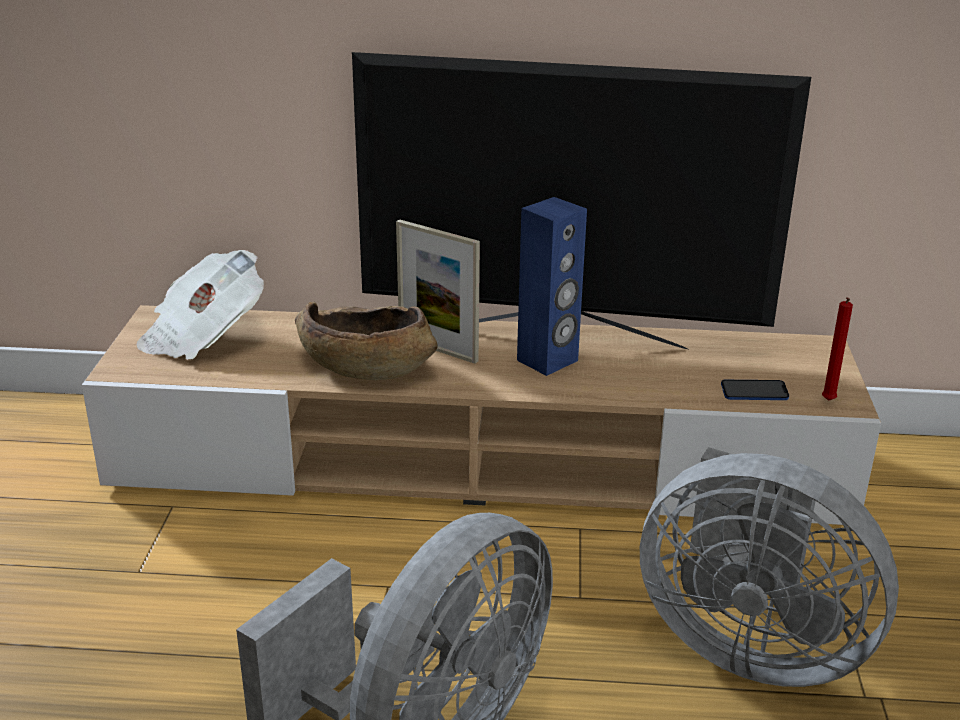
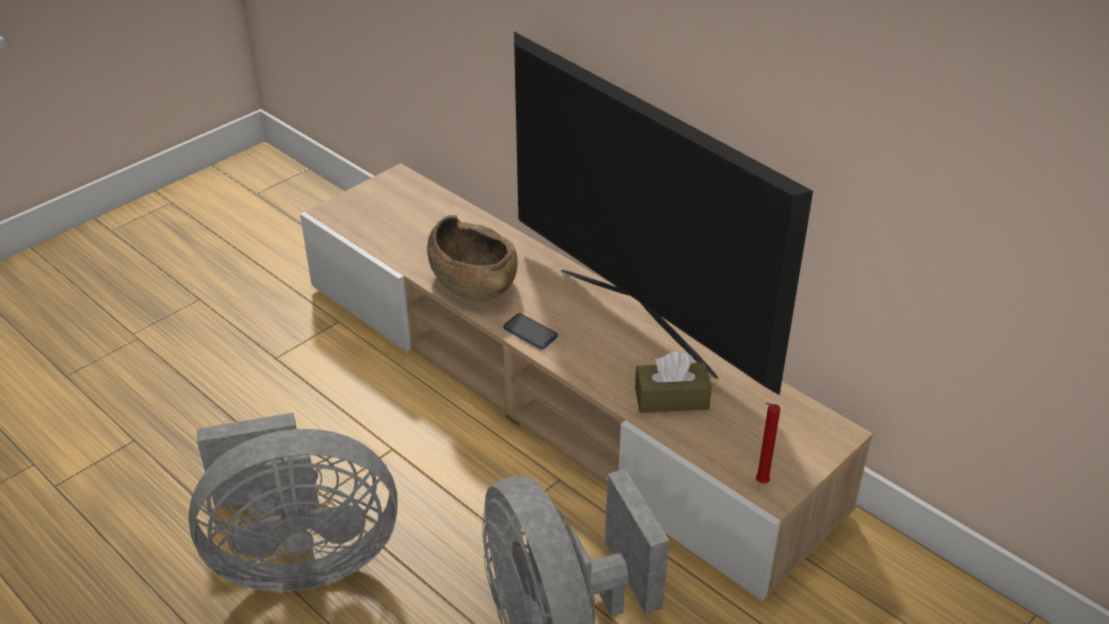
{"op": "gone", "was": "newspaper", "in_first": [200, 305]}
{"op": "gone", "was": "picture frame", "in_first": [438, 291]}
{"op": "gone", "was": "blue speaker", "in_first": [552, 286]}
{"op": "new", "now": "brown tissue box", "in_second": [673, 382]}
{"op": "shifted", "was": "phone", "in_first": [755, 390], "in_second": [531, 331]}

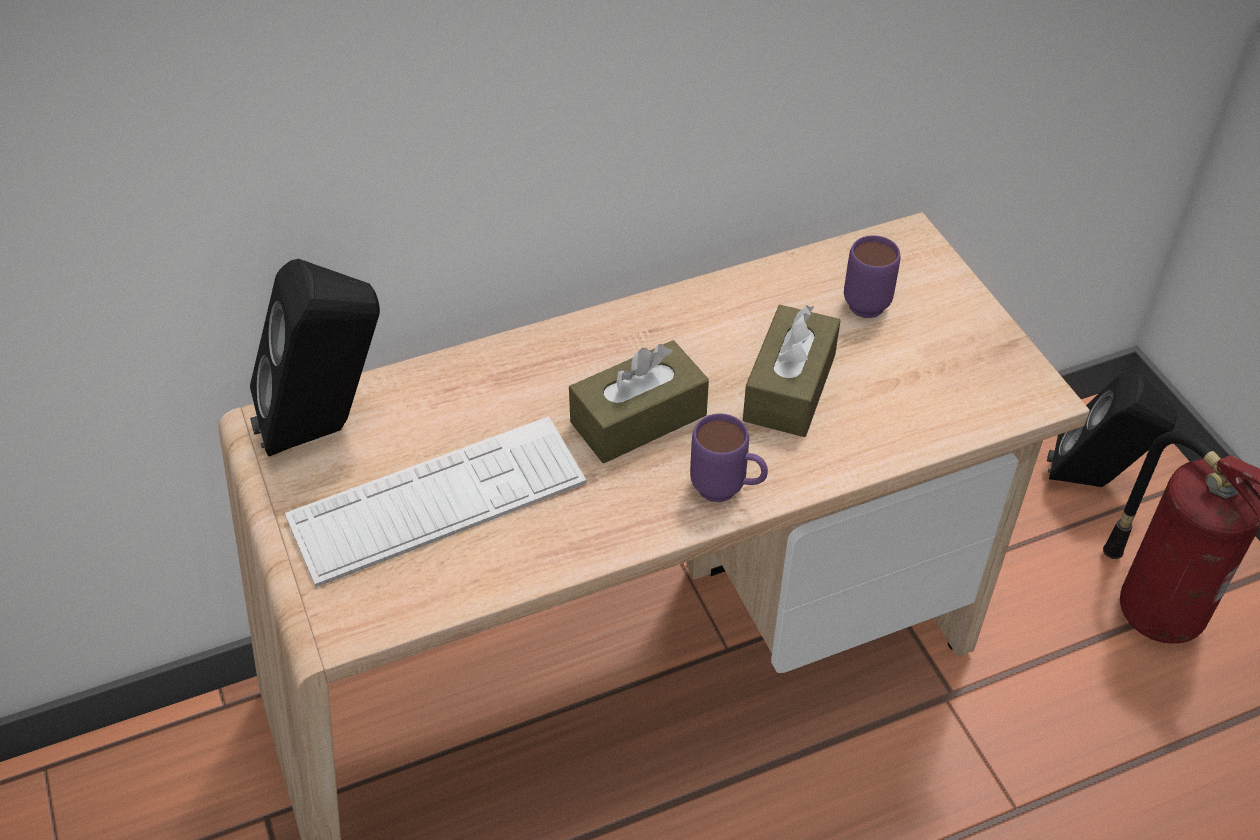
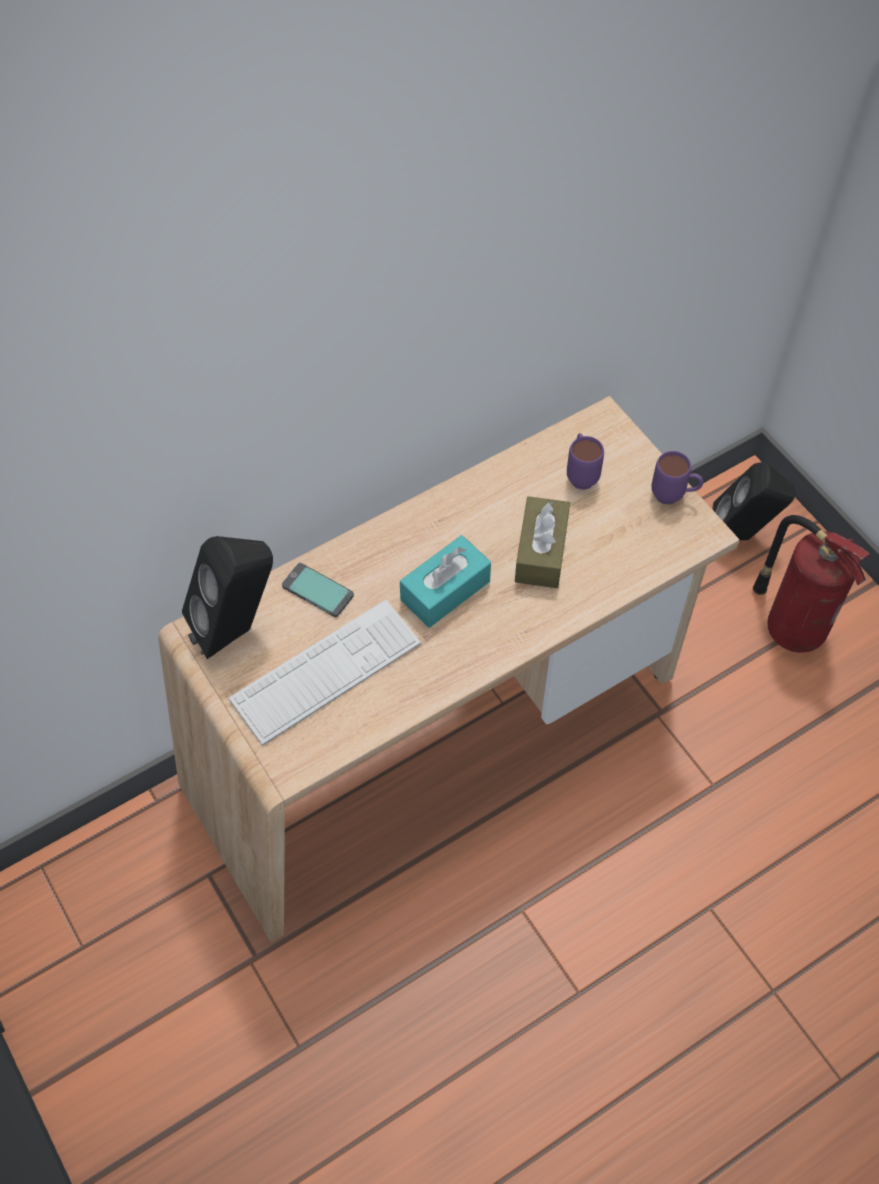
{"op": "new", "now": "phone", "in_second": [318, 590]}
{"op": "shifted", "was": "purple mug", "in_first": [729, 457], "in_second": [677, 477]}
{"op": "repainted", "was": "brown tissue box", "now": "turquoise tissue box", "in_first": [639, 401], "in_second": [445, 581]}

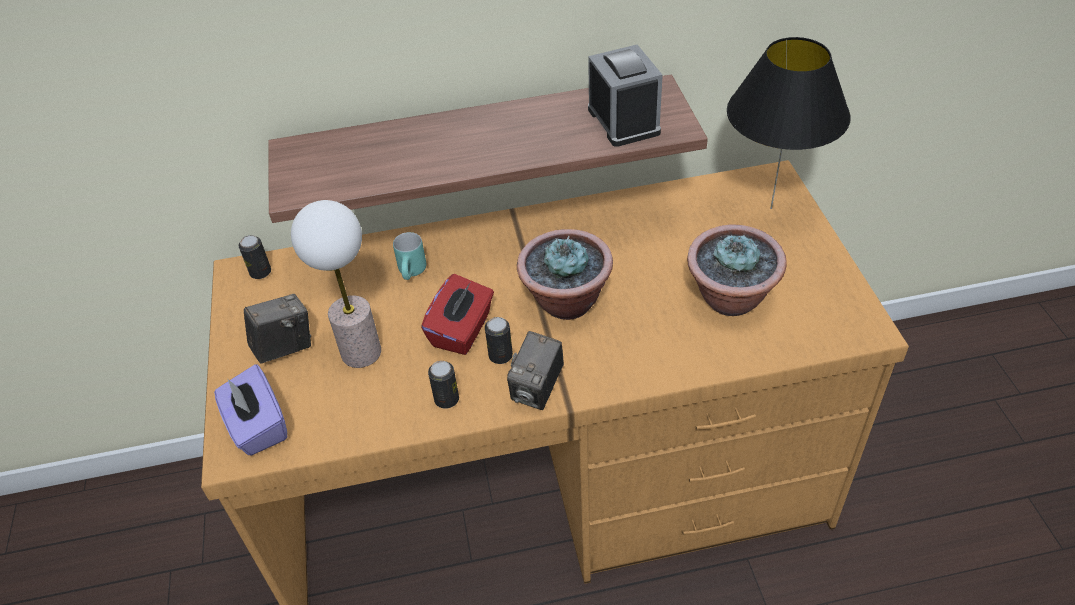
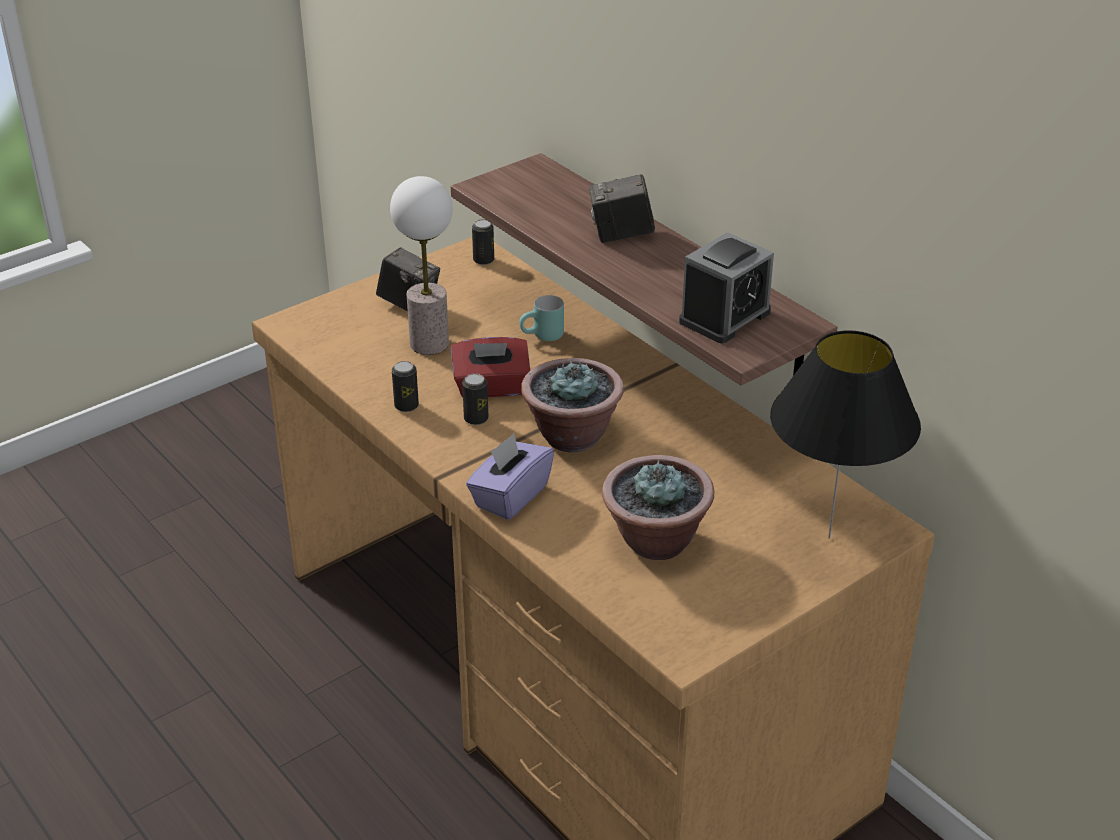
{"op": "shifted", "was": "purple tissue box", "in_first": [250, 410], "in_second": [510, 476]}
{"op": "shifted", "was": "photo camera", "in_first": [535, 370], "in_second": [622, 208]}

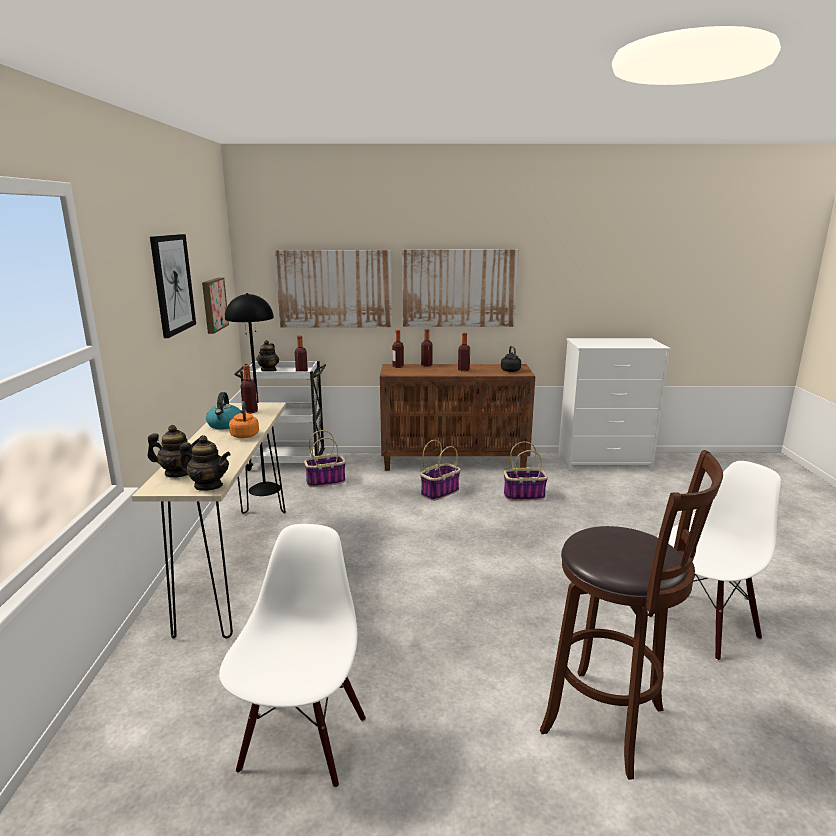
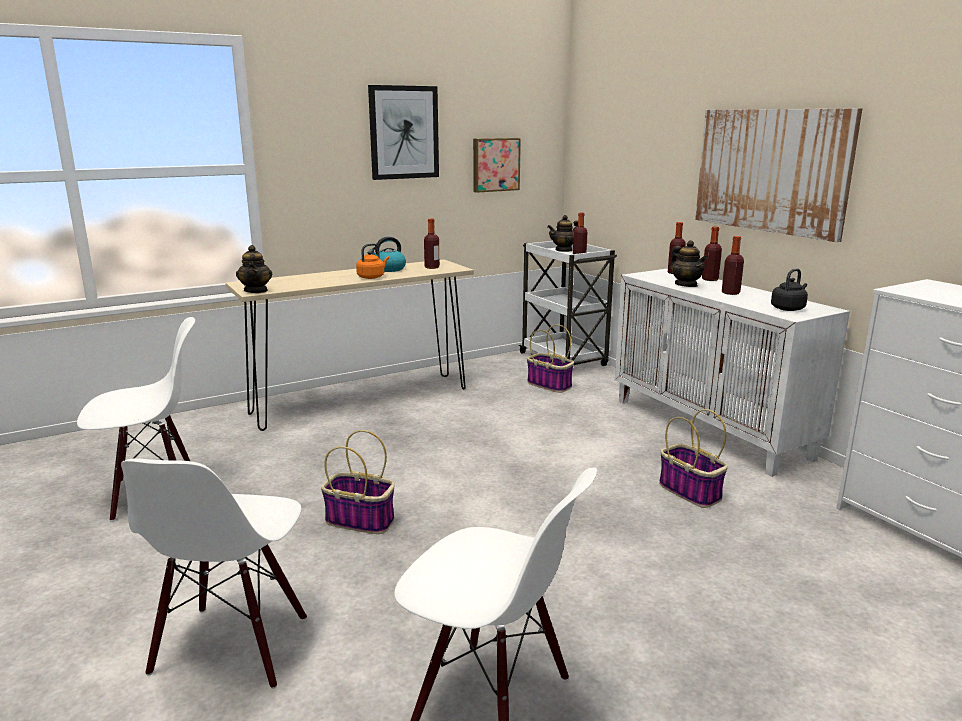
{"op": "gone", "was": "black floor lamp", "in_first": [253, 394]}
{"op": "gone", "was": "picture", "in_first": [333, 288]}
{"op": "shifted", "was": "teapot", "in_first": [173, 451], "in_second": [688, 263]}
{"op": "shifted", "was": "basket", "in_first": [440, 470], "in_second": [358, 482]}
{"op": "swapped", "was": "brown stool", "now": "white chair", "in_first": [631, 615], "in_second": [214, 573]}
{"op": "repainted", "was": "brown cabinet", "now": "white cabinet", "in_first": [457, 417], "in_second": [732, 372]}

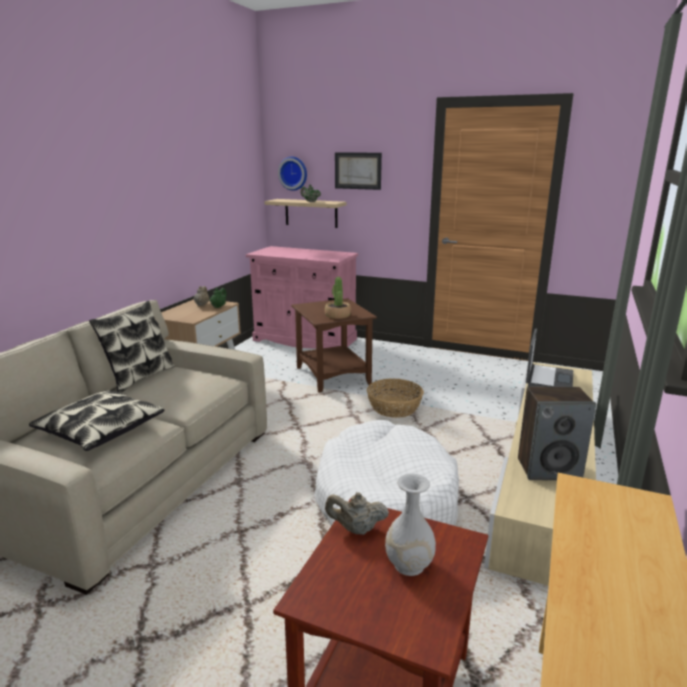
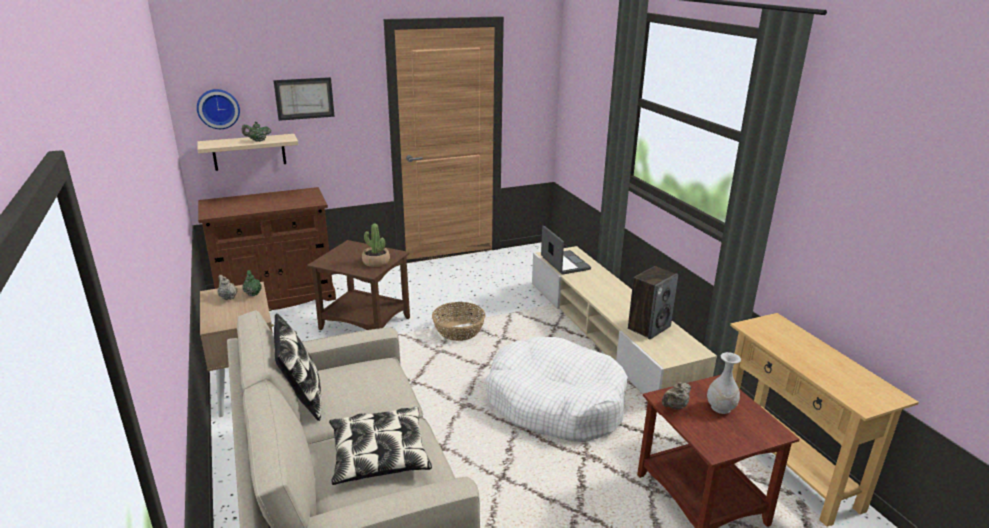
{"op": "repainted", "was": "pink cabinet", "now": "brown cabinet", "in_first": [302, 297], "in_second": [267, 248]}

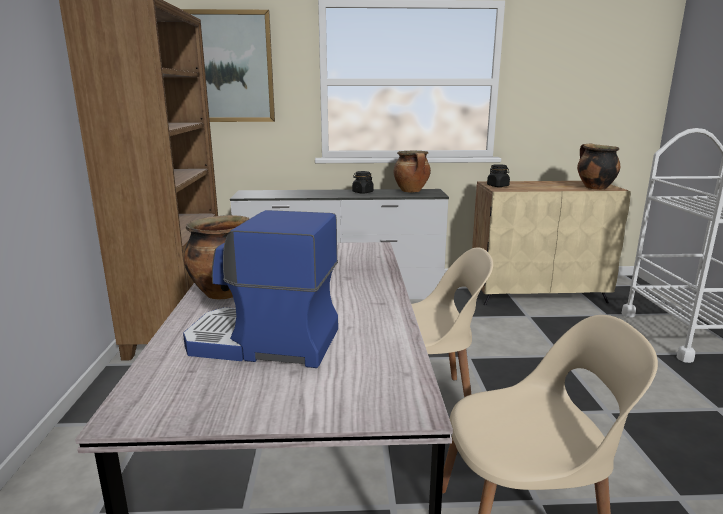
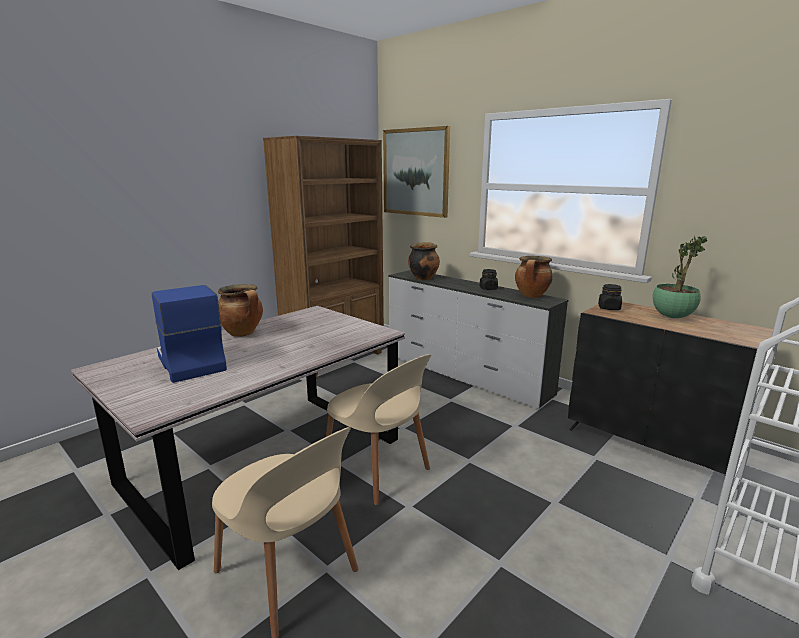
{"op": "new", "now": "potted plant", "in_second": [680, 277]}
{"op": "shifted", "was": "cooking pot", "in_first": [598, 166], "in_second": [424, 261]}
{"op": "repainted", "was": "beige cabinet", "now": "black cabinet", "in_first": [551, 243], "in_second": [670, 388]}

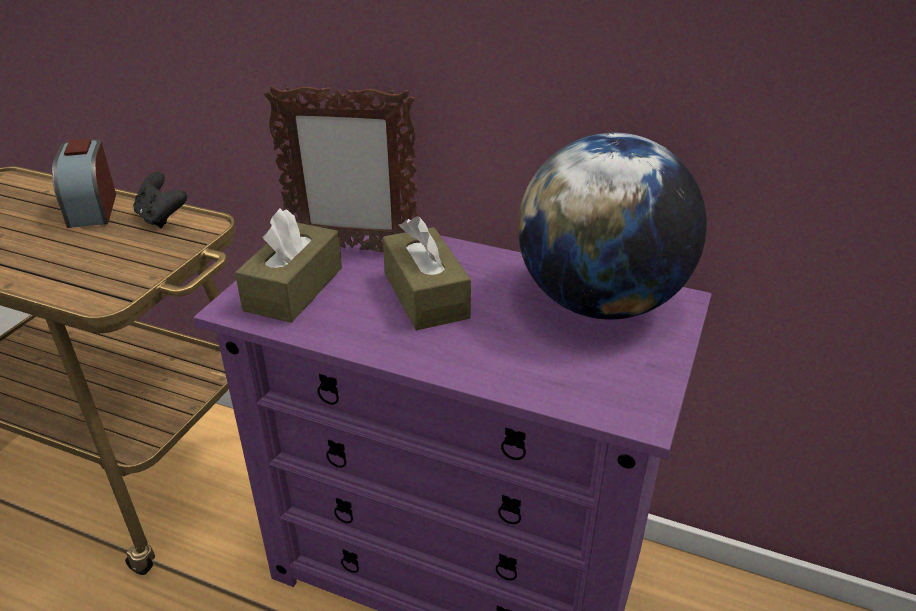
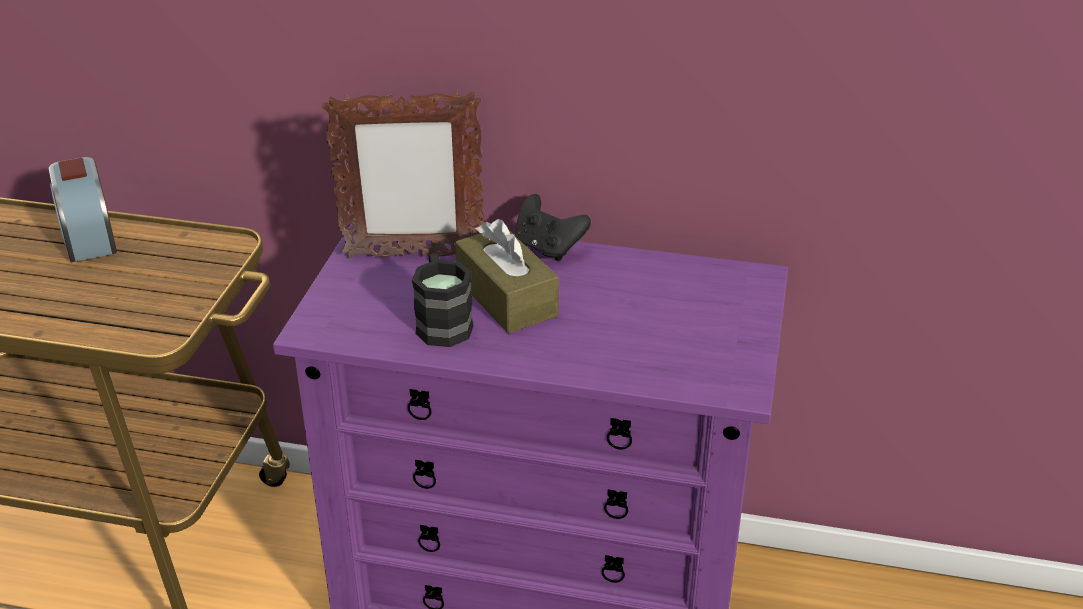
{"op": "gone", "was": "brown tissue box", "in_first": [288, 265]}
{"op": "gone", "was": "globe", "in_first": [612, 226]}
{"op": "new", "now": "black mug", "in_second": [443, 300]}
{"op": "shifted", "was": "black game controller", "in_first": [160, 200], "in_second": [553, 227]}

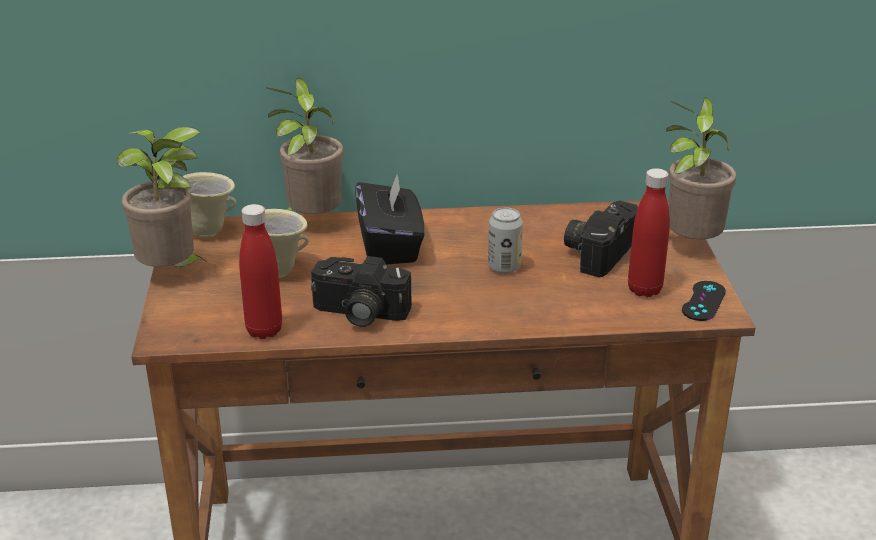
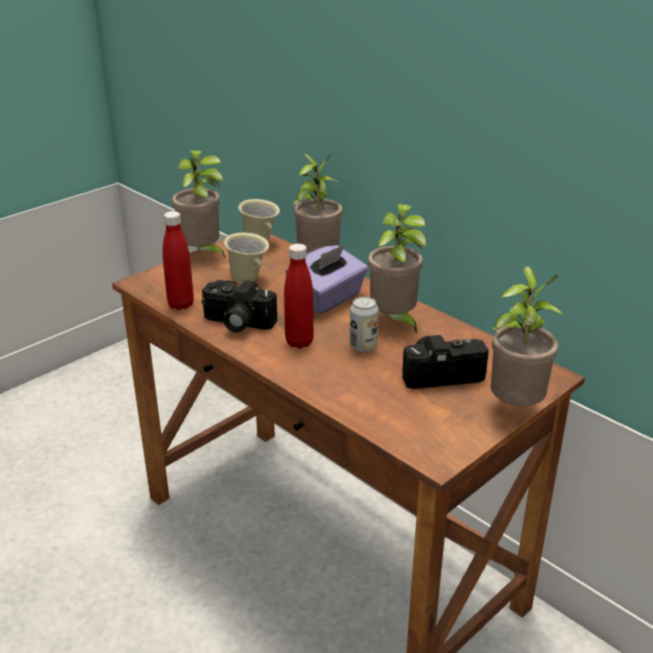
{"op": "gone", "was": "black game controller", "in_first": [704, 301]}
{"op": "new", "now": "potted plant", "in_second": [397, 269]}
{"op": "shifted", "was": "red bottle", "in_first": [649, 232], "in_second": [299, 296]}
{"op": "repainted", "was": "black tissue box", "now": "purple tissue box", "in_first": [389, 218], "in_second": [326, 279]}
{"op": "rotated", "was": "photo camera", "in_first": [361, 291], "in_second": [239, 306], "clockwise": -45}

